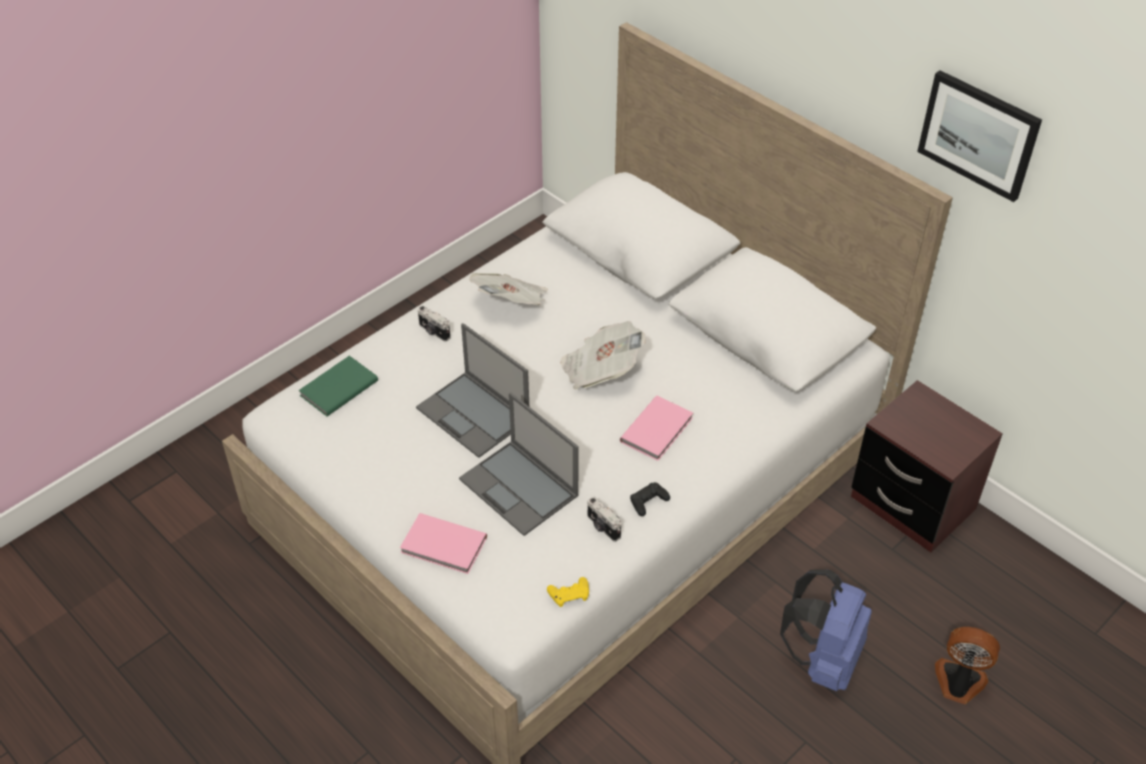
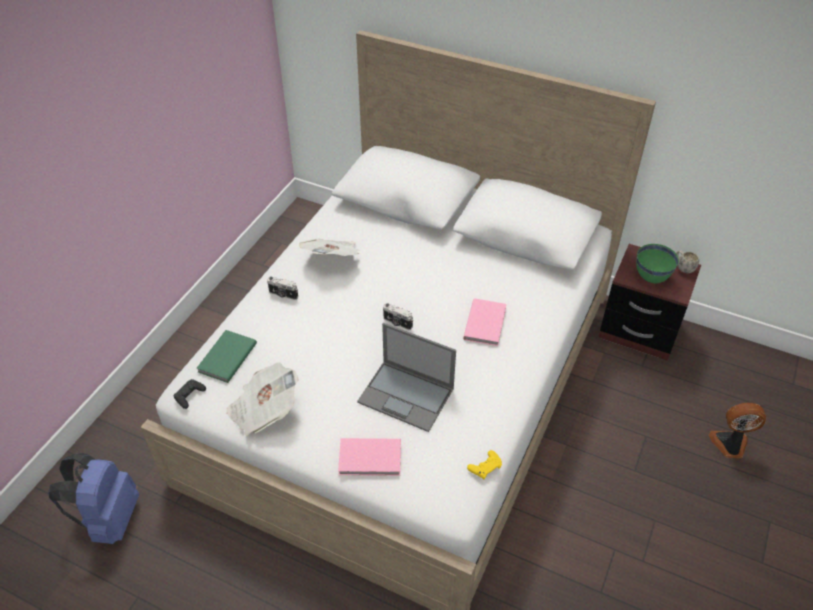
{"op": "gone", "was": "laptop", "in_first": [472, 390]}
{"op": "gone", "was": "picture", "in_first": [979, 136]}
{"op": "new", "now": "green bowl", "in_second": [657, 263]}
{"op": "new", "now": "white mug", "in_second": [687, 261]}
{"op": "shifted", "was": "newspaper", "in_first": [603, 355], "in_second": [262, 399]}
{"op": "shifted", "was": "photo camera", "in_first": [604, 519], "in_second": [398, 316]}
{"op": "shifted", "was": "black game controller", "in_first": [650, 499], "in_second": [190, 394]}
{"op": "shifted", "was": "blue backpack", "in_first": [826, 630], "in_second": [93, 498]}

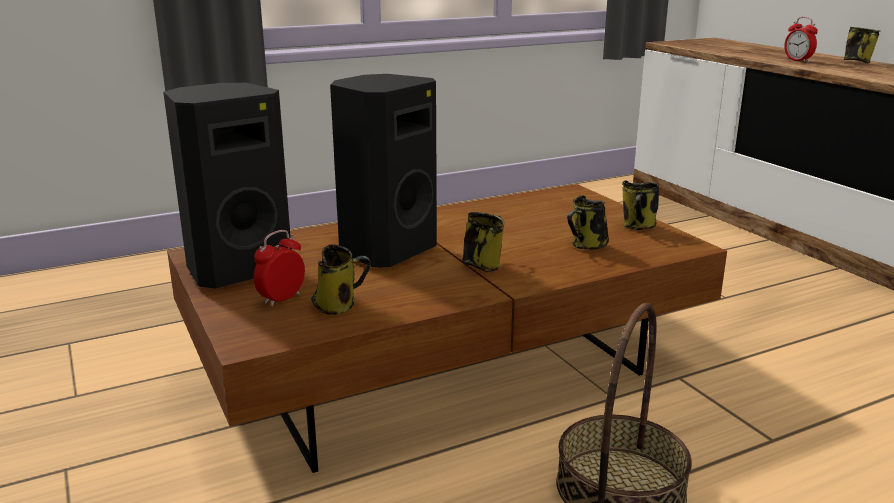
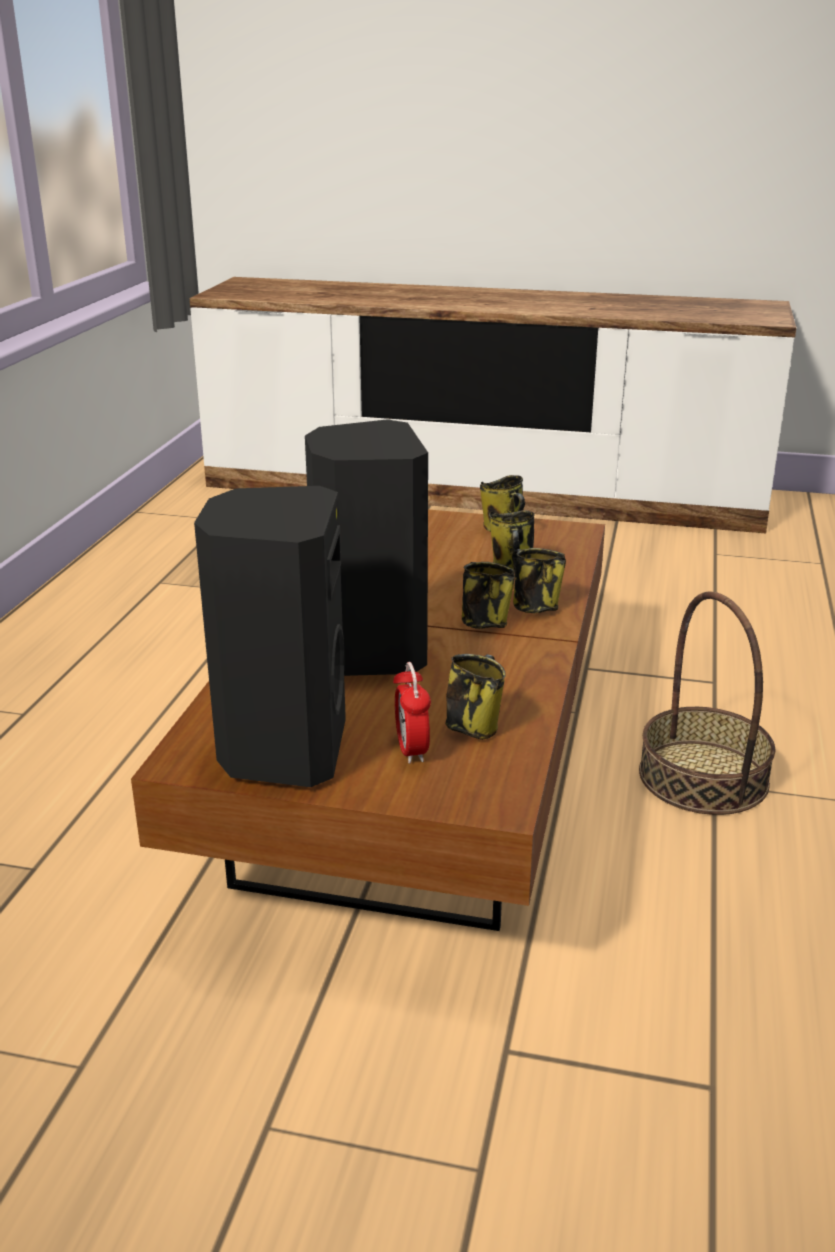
{"op": "gone", "was": "alarm clock", "in_first": [801, 40]}
{"op": "shifted", "was": "mug", "in_first": [861, 45], "in_second": [539, 580]}

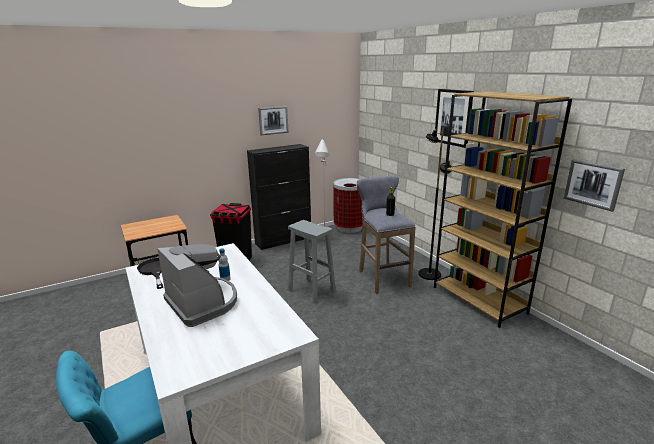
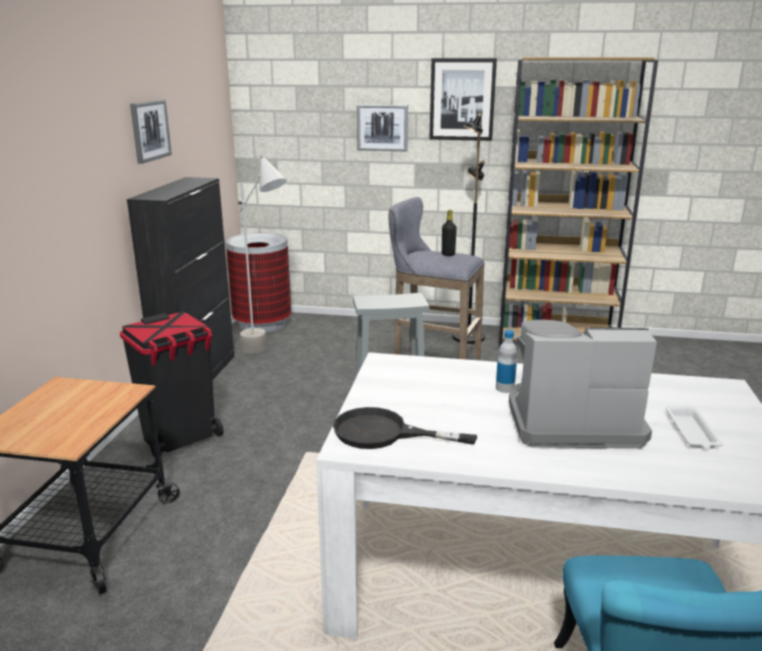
{"op": "new", "now": "white tray", "in_second": [694, 427]}
{"op": "shifted", "was": "picture", "in_first": [594, 185], "in_second": [382, 127]}

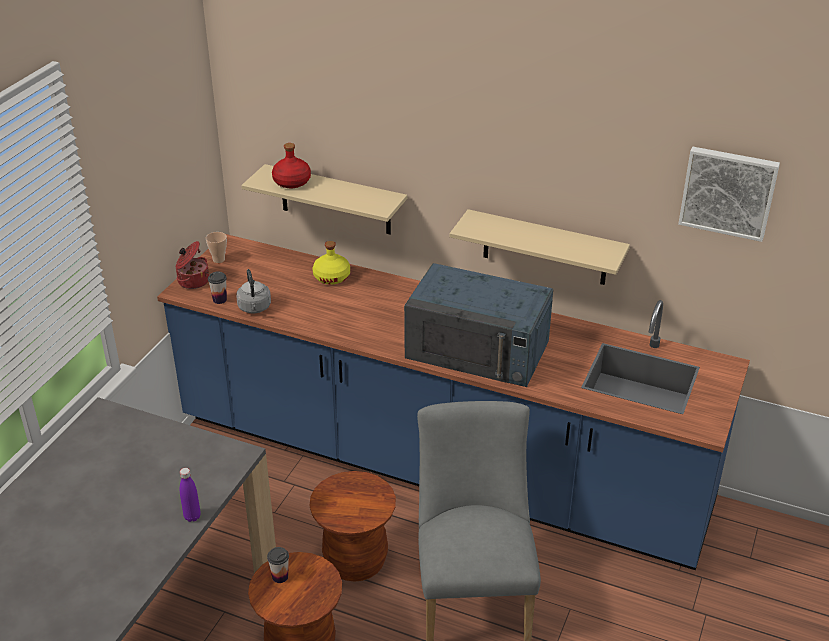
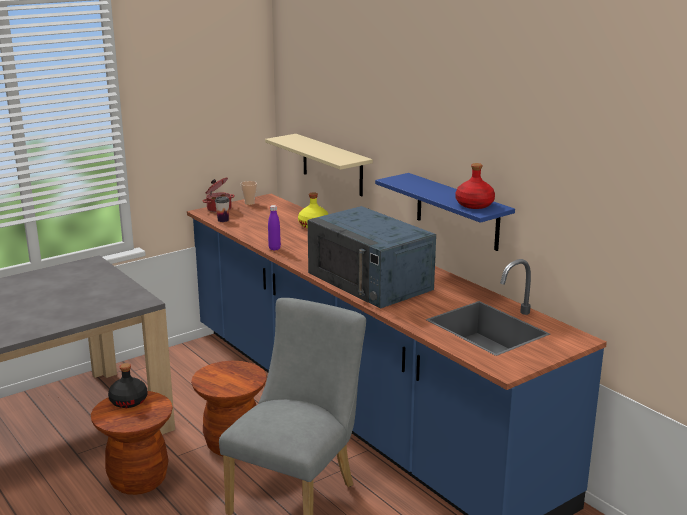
{"op": "gone", "was": "grey kettle", "in_first": [253, 291]}
{"op": "gone", "was": "picture", "in_first": [729, 194]}
{"op": "shifted", "was": "purple bottle", "in_first": [190, 495], "in_second": [274, 228]}
{"op": "shifted", "was": "red bottle", "in_first": [291, 165], "in_second": [475, 186]}
{"op": "swapped", "was": "cup", "now": "black bottle", "in_first": [278, 565], "in_second": [127, 385]}
{"op": "repainted", "was": "beige shelf", "now": "blue shelf", "in_first": [540, 247], "in_second": [445, 212]}

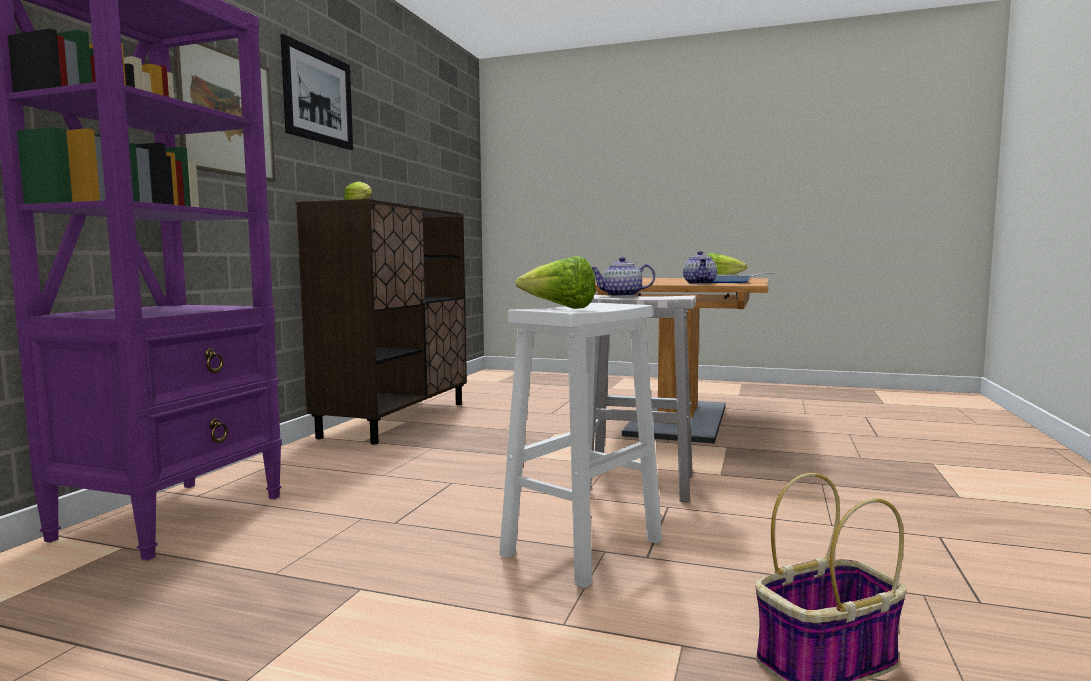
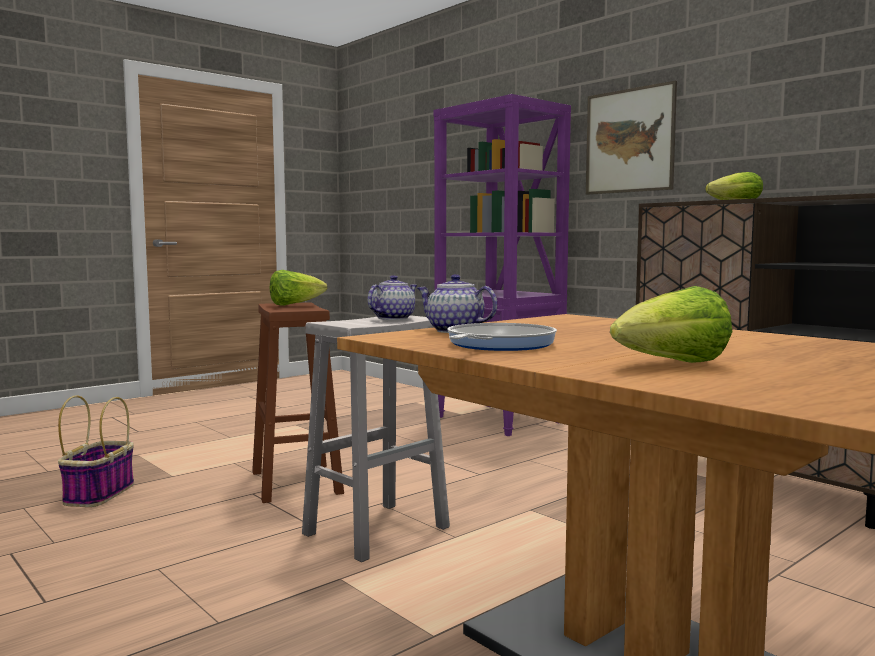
{"op": "gone", "was": "picture", "in_first": [316, 92]}
{"op": "repainted", "was": "white stool", "now": "brown stool", "in_first": [581, 446], "in_second": [298, 402]}

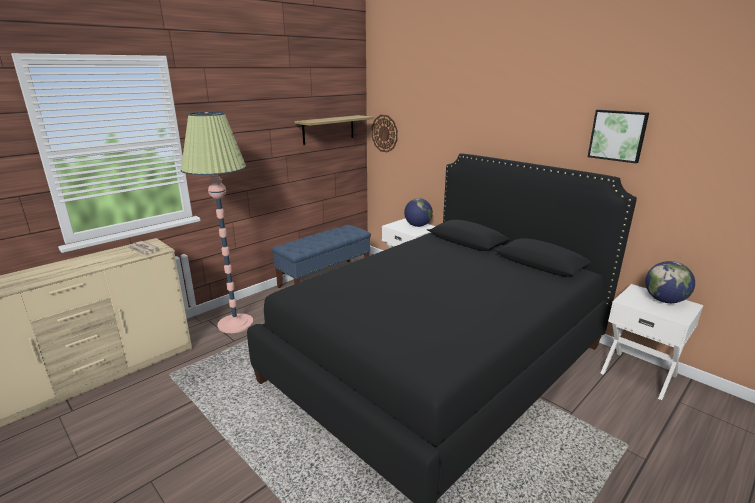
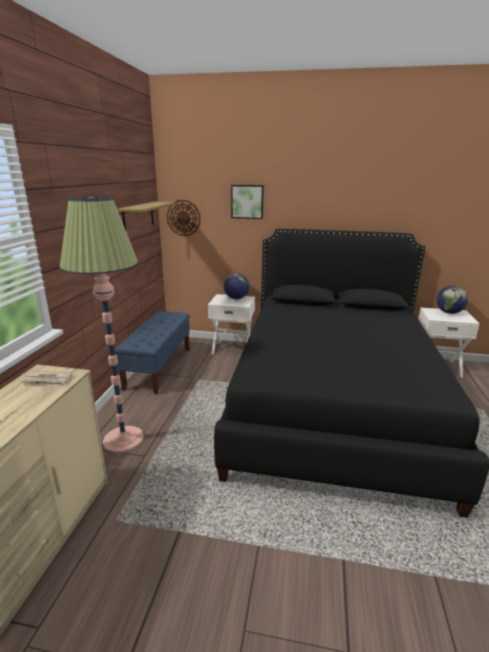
{"op": "shifted", "was": "picture", "in_first": [618, 136], "in_second": [247, 202]}

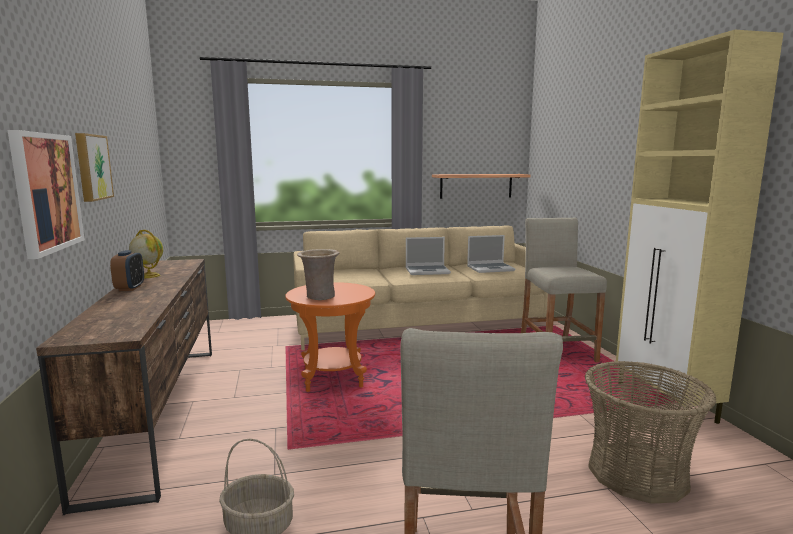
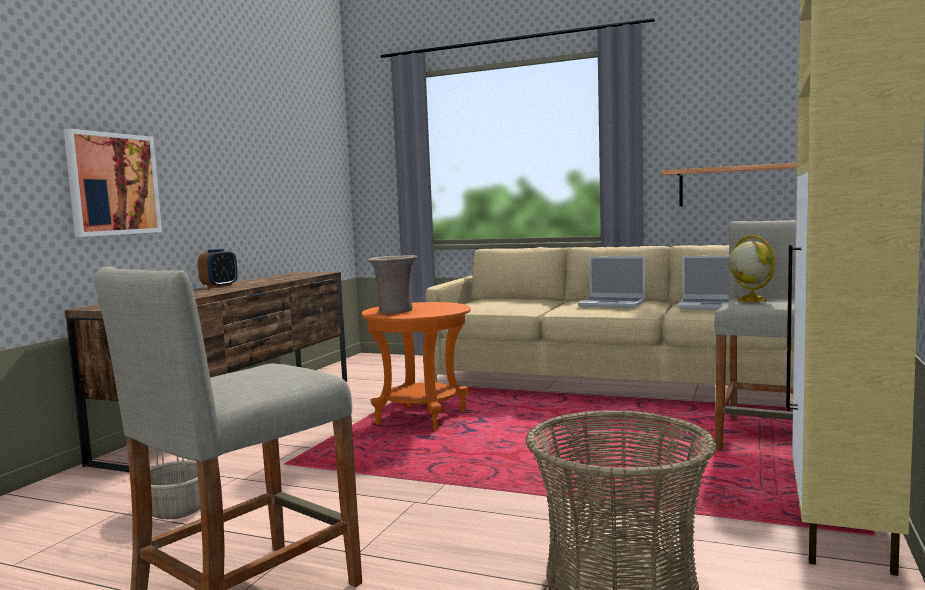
{"op": "gone", "was": "picture", "in_first": [94, 167]}
{"op": "shifted", "was": "globe", "in_first": [146, 254], "in_second": [752, 268]}

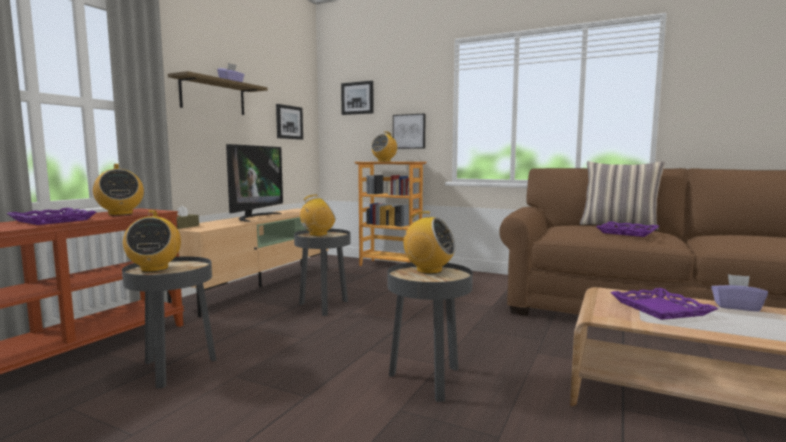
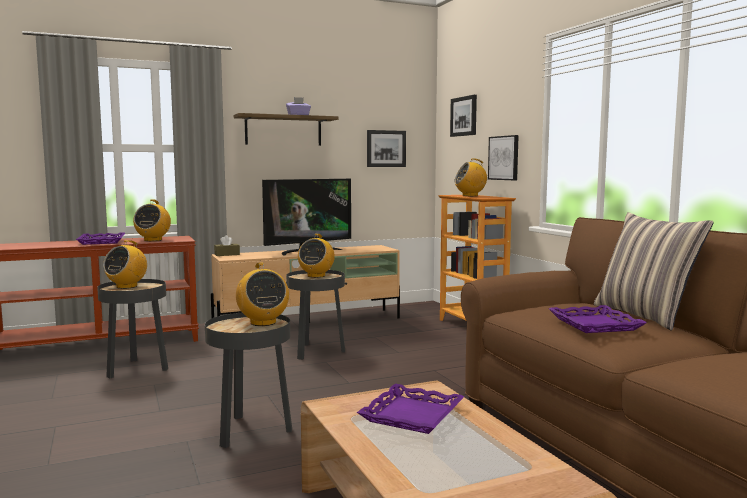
{"op": "gone", "was": "purple tissue box", "in_first": [739, 293]}
{"op": "rotated", "was": "radio", "in_first": [318, 215], "in_second": [316, 256], "clockwise": 90}

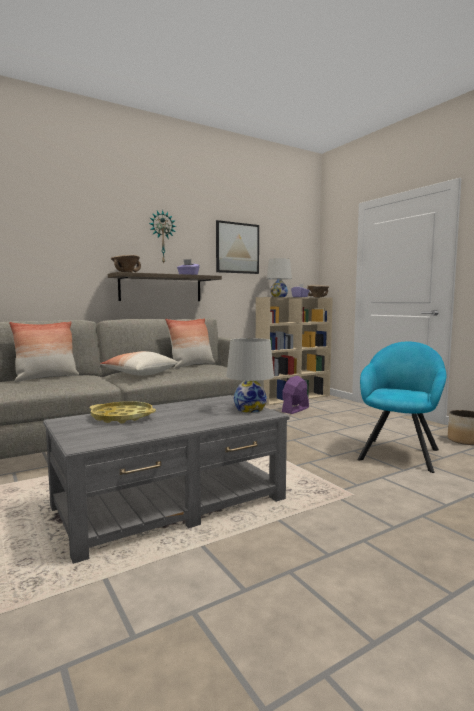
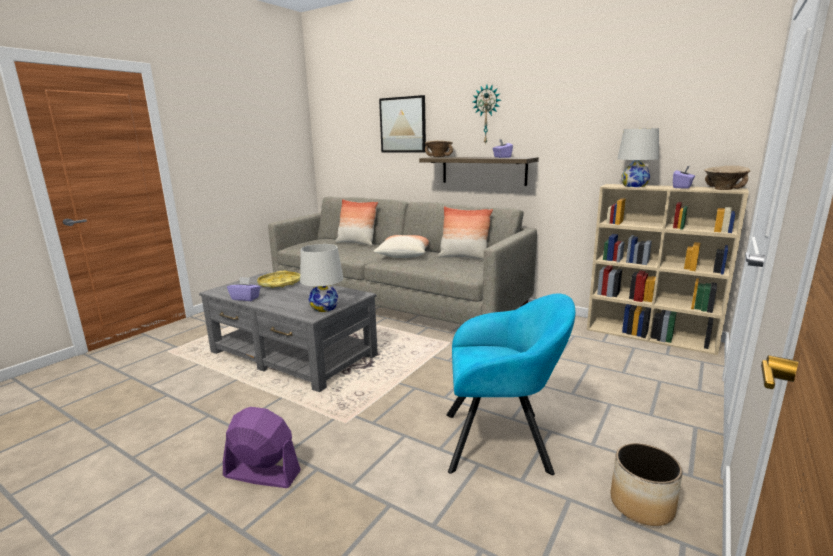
{"op": "new", "now": "purple tissue box", "in_second": [244, 289]}
{"op": "shifted", "was": "picture", "in_first": [237, 247], "in_second": [402, 124]}
{"op": "shifted", "was": "purple fan", "in_first": [295, 395], "in_second": [262, 447]}

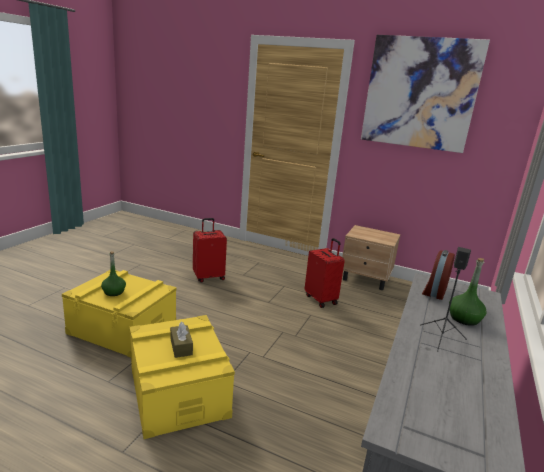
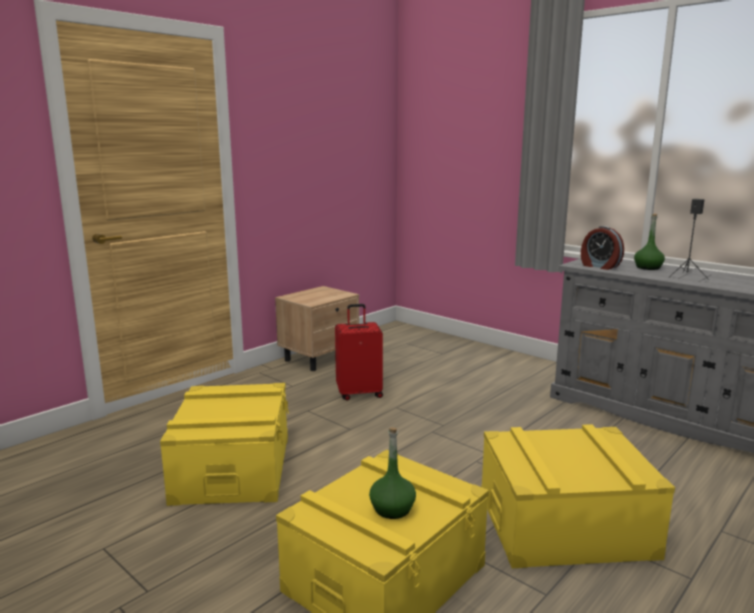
{"op": "gone", "was": "brown tissue box", "in_first": [181, 340]}
{"op": "gone", "was": "picture", "in_first": [425, 94]}
{"op": "swapped", "was": "red suitcase", "now": "yellow storage box", "in_first": [210, 250], "in_second": [224, 444]}

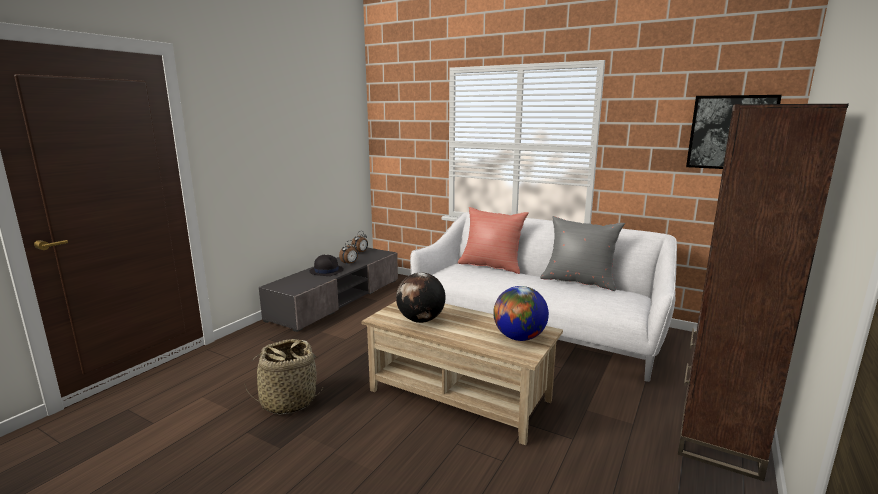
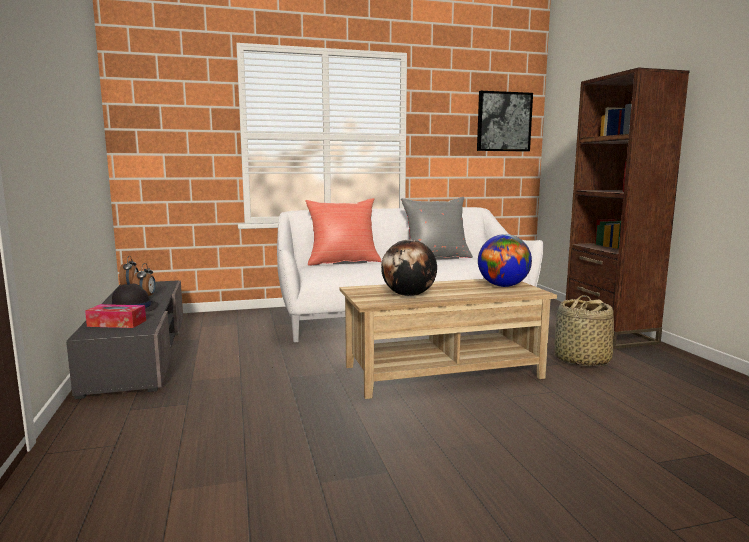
{"op": "new", "now": "tissue box", "in_second": [115, 316]}
{"op": "shifted", "was": "basket", "in_first": [284, 377], "in_second": [584, 330]}

